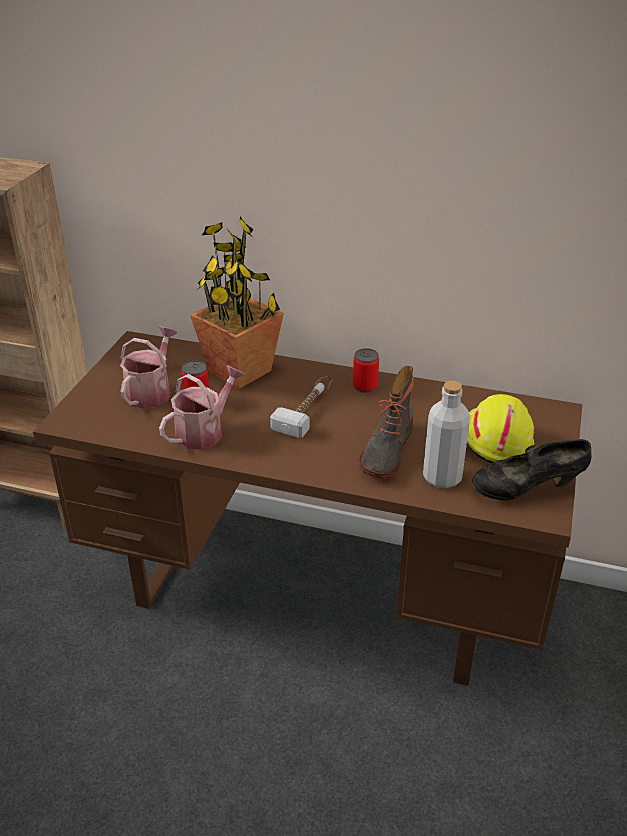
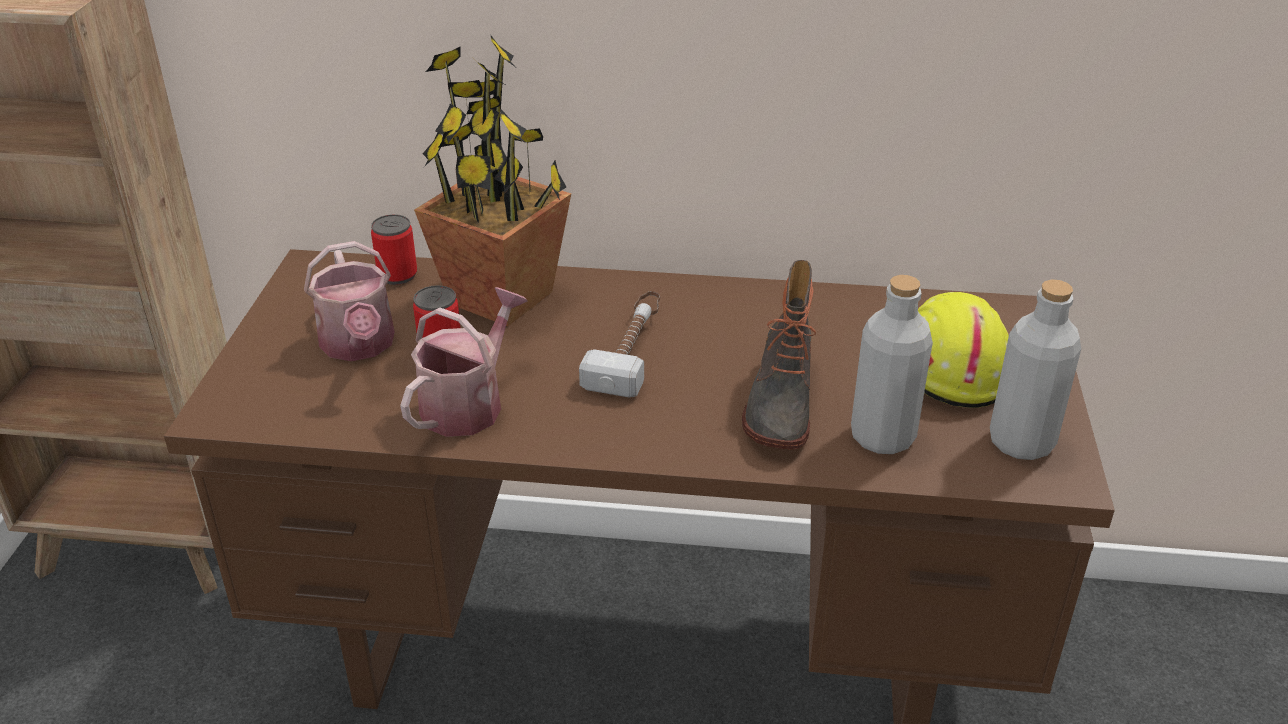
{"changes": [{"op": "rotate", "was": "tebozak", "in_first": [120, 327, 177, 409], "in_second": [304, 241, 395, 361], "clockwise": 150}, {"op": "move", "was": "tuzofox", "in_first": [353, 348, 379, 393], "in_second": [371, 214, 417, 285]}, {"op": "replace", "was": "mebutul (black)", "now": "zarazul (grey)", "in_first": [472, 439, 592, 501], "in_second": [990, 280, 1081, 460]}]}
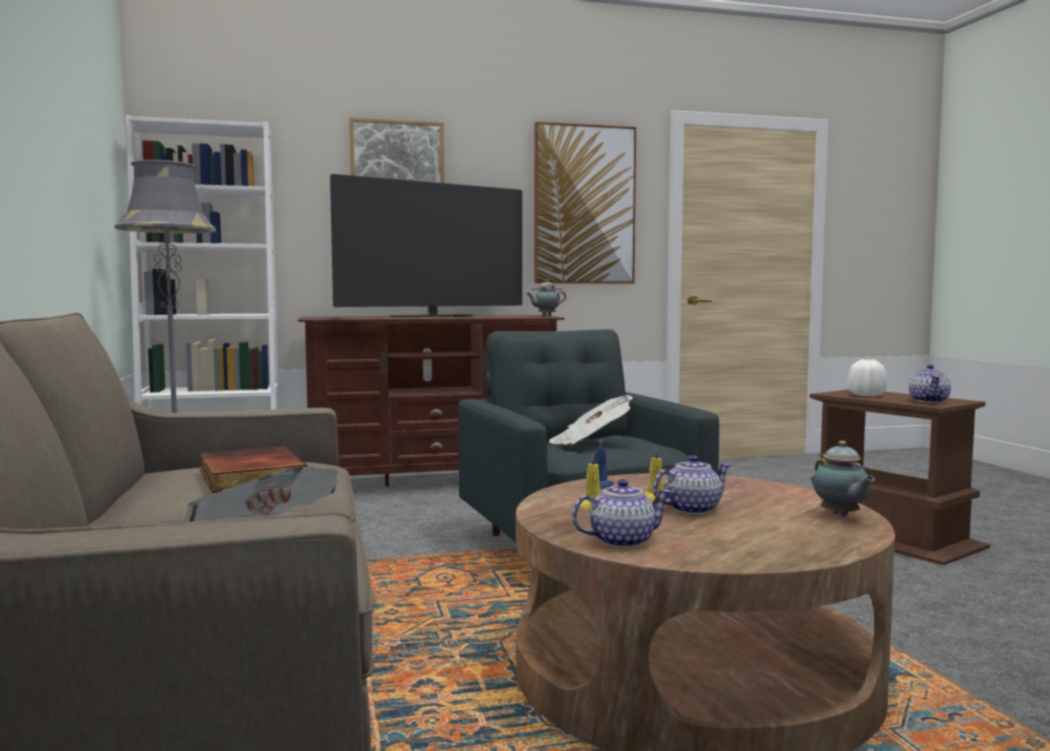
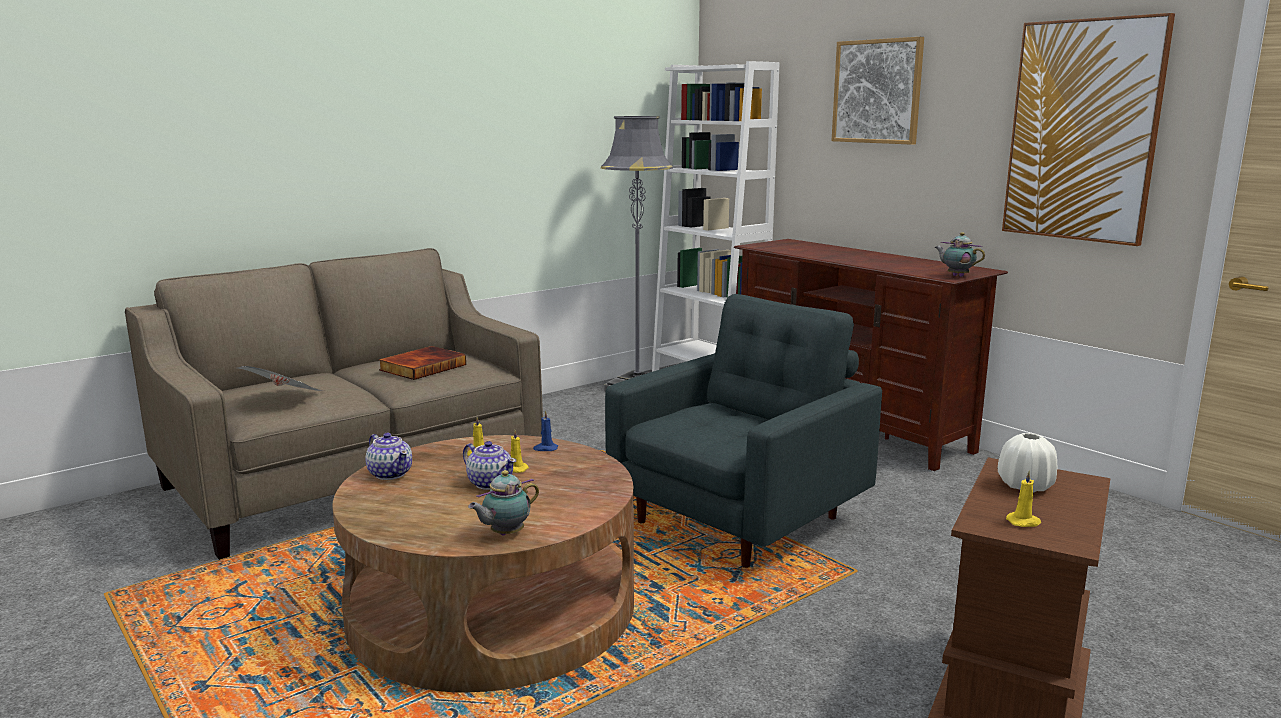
{"changes": [{"op": "delete", "was": "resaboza", "in_first": [330, 174, 522, 317]}, {"op": "delete", "was": "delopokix", "in_first": [549, 395, 633, 445]}, {"op": "replace", "was": "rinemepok", "now": "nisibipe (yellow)", "in_first": [909, 364, 951, 403], "in_second": [1006, 470, 1041, 527]}]}
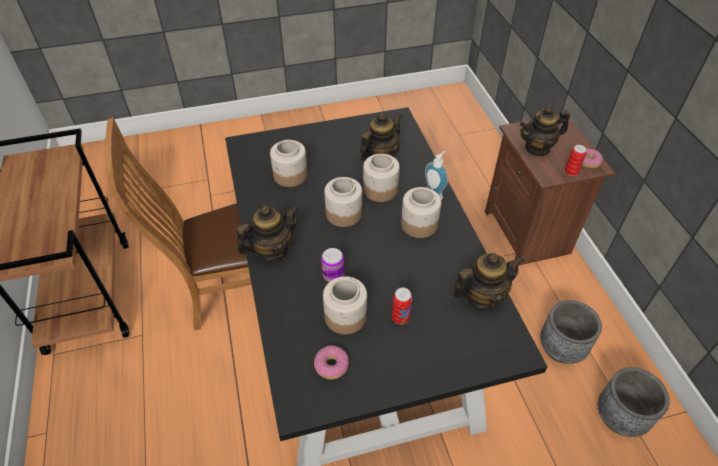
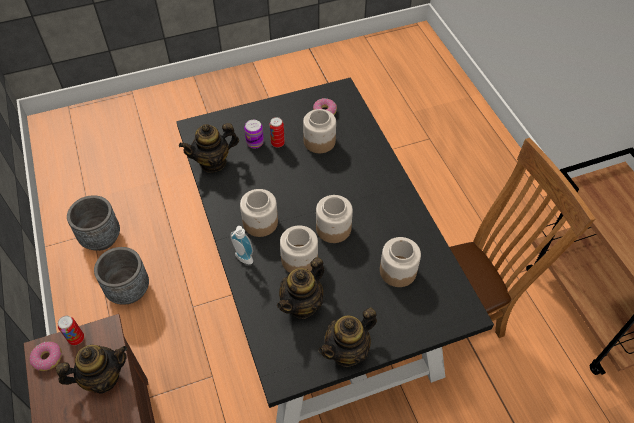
{"changes": [{"op": "move", "was": "rinemepok", "in_first": [236, 205, 299, 262], "in_second": [318, 307, 377, 367]}, {"op": "move", "was": "tuzofox", "in_first": [321, 248, 344, 282], "in_second": [244, 120, 264, 149]}]}
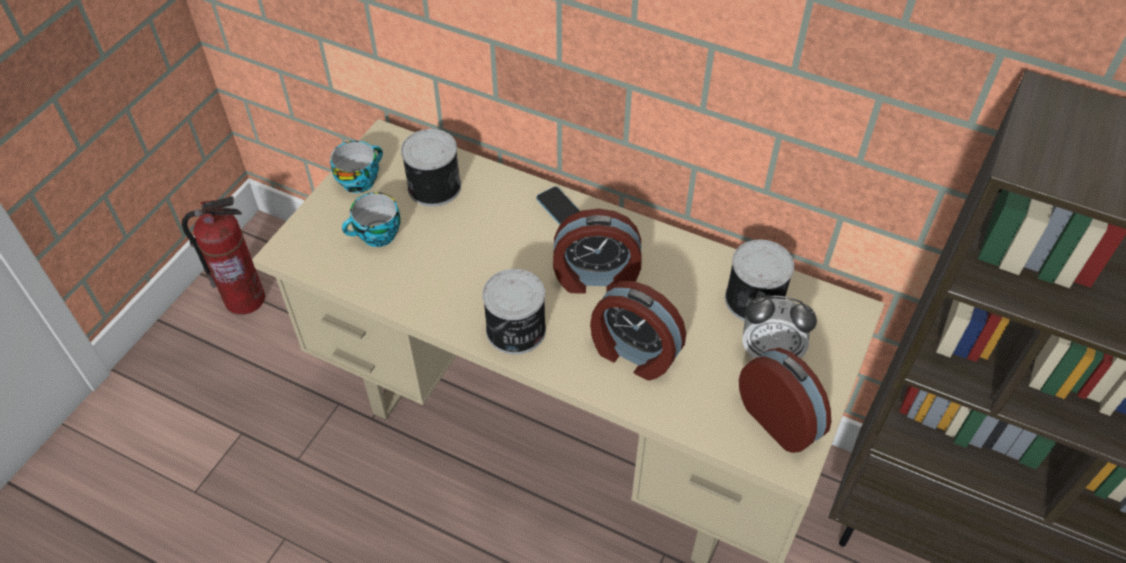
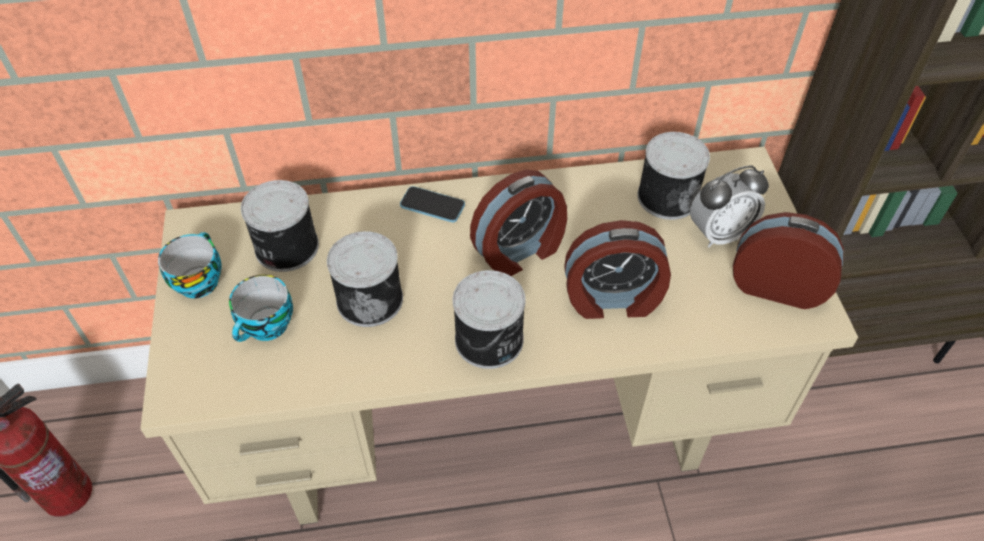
{"changes": [{"op": "insert", "now": "tuzofox", "in_second": [327, 231, 403, 327]}]}
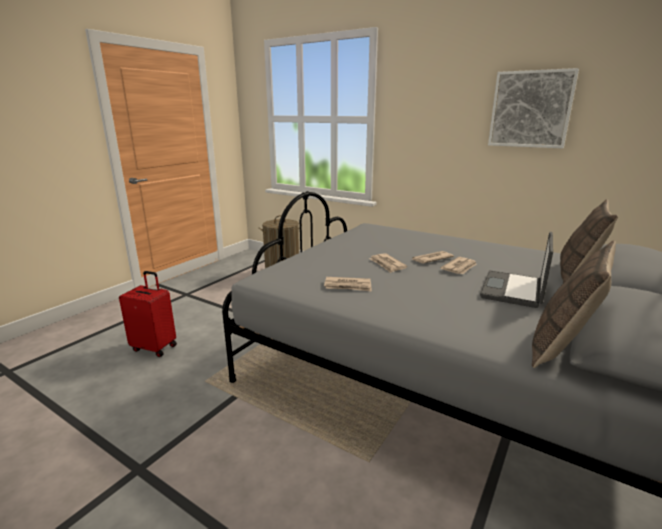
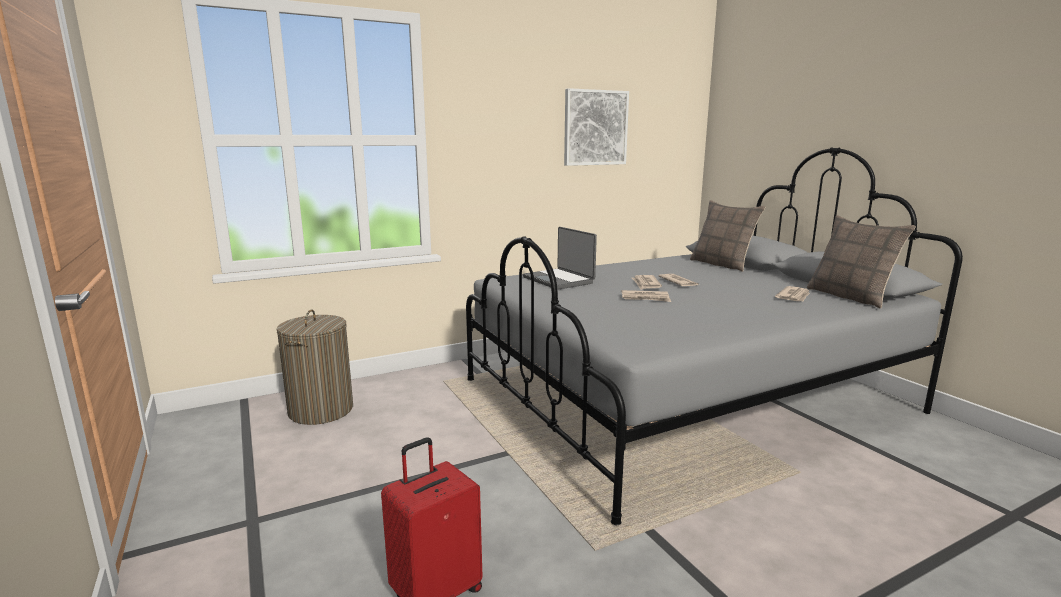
{"changes": [{"op": "move", "was": "delopokix", "in_first": [324, 277, 372, 292], "in_second": [775, 286, 810, 301]}, {"op": "move", "was": "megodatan", "in_first": [480, 232, 553, 308], "in_second": [523, 227, 597, 290]}]}
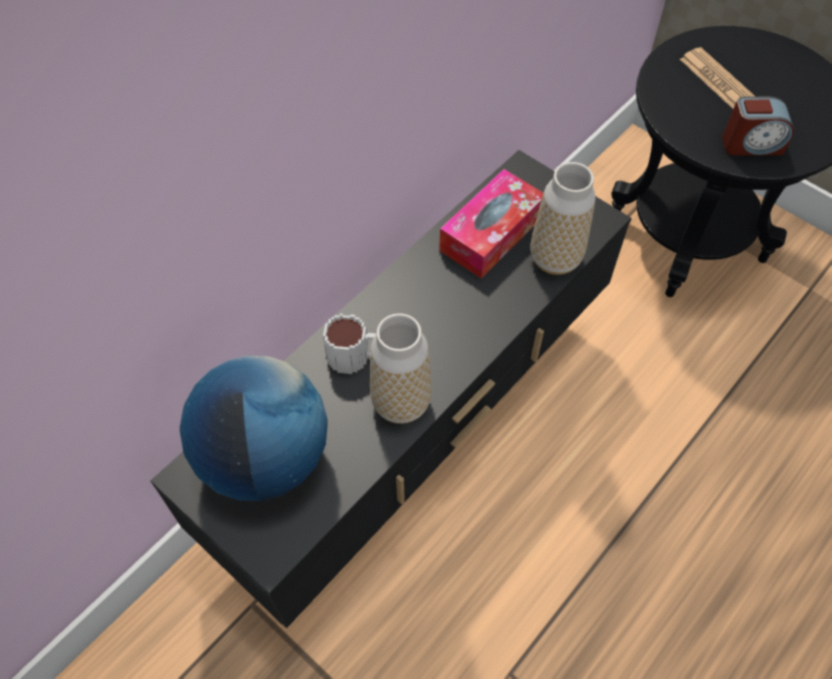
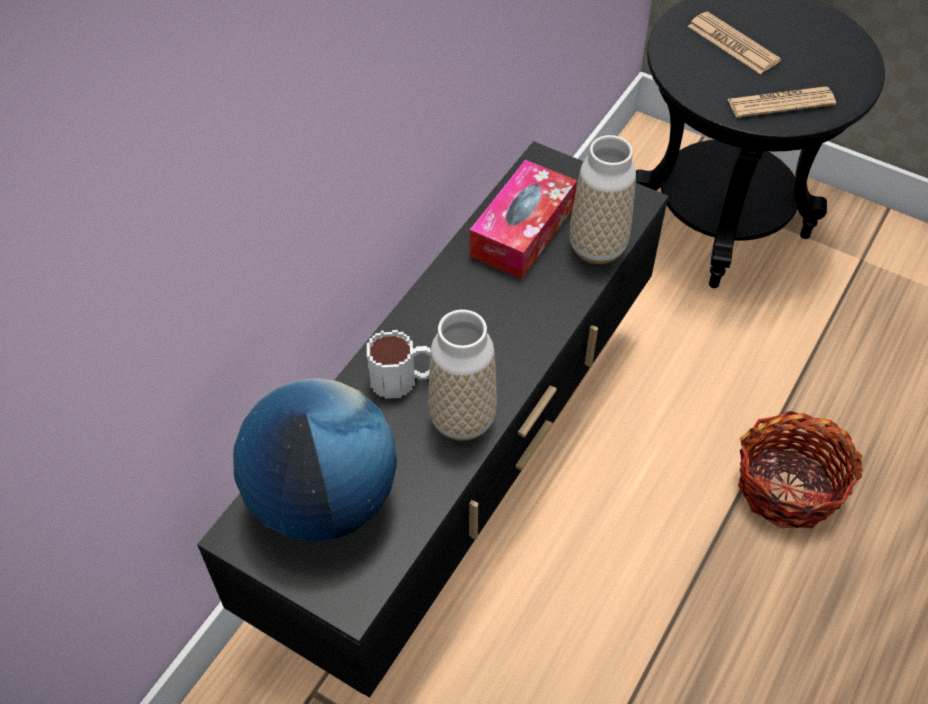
{"changes": [{"op": "replace", "was": "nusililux", "now": "delopokix", "in_first": [722, 96, 794, 156], "in_second": [728, 86, 836, 118]}, {"op": "insert", "now": "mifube", "in_second": [738, 411, 863, 528]}]}
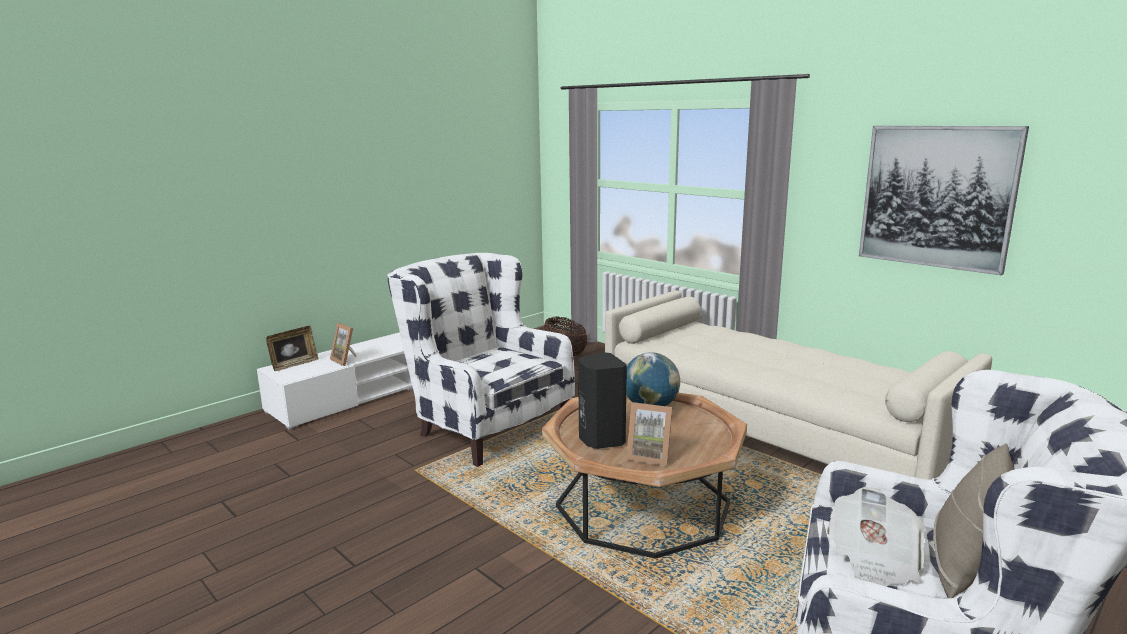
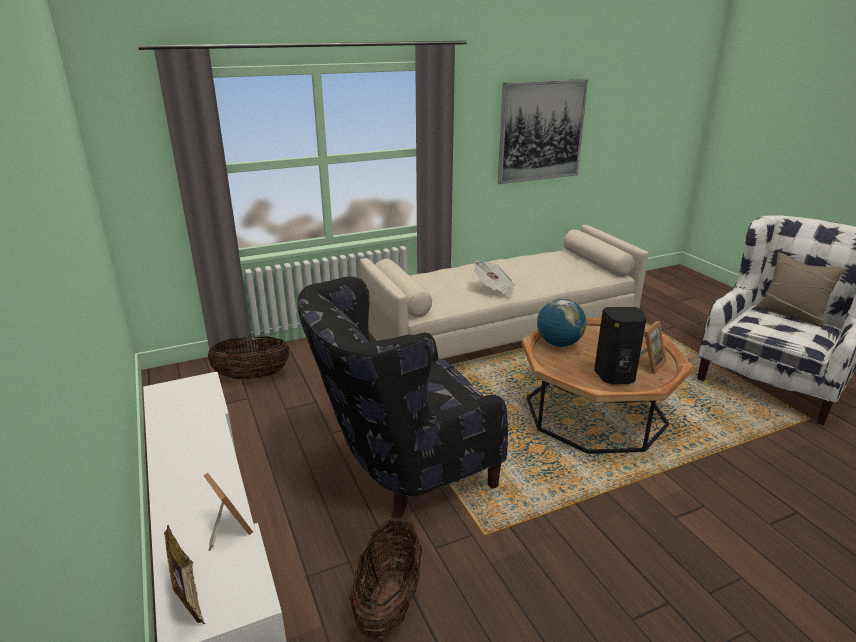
{"changes": [{"op": "rotate", "was": "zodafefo", "in_first": [330, 323, 357, 366], "in_second": [204, 473, 253, 551], "clockwise": -105}, {"op": "recolor", "was": "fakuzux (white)", "now": "fakuzux (black)", "in_first": [387, 253, 575, 467], "in_second": [297, 276, 508, 518]}, {"op": "move", "was": "delopokix", "in_first": [827, 487, 925, 587], "in_second": [474, 261, 515, 296]}, {"op": "insert", "now": "mifube", "in_second": [349, 518, 422, 640]}]}
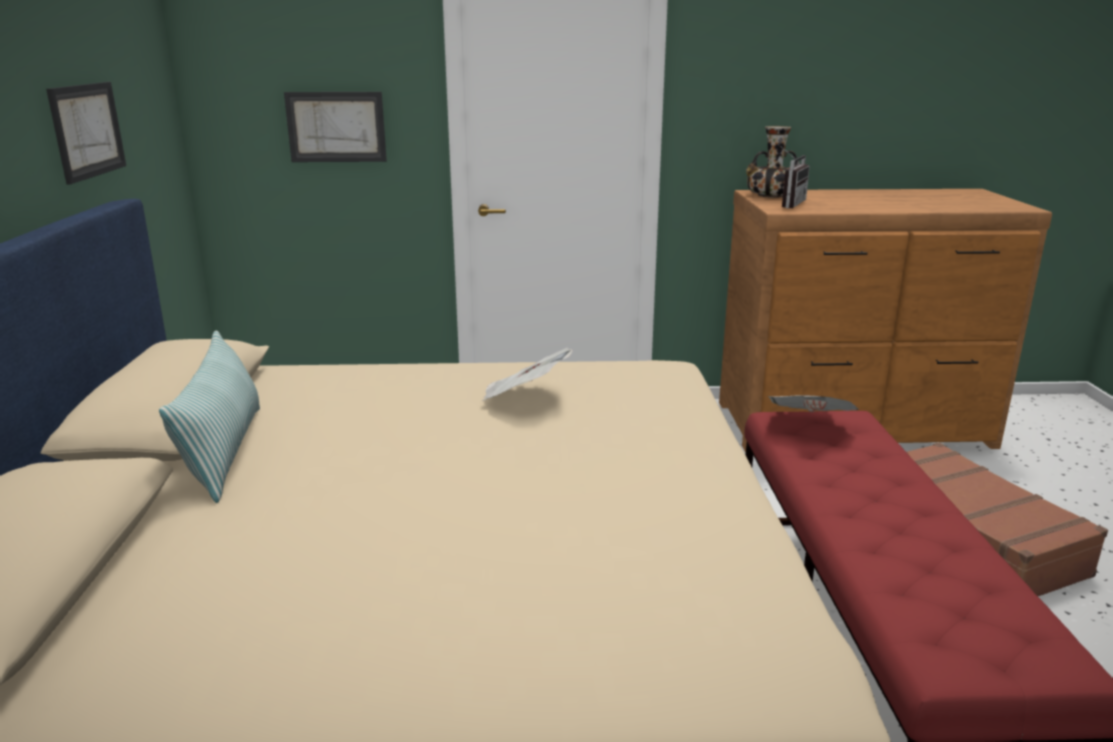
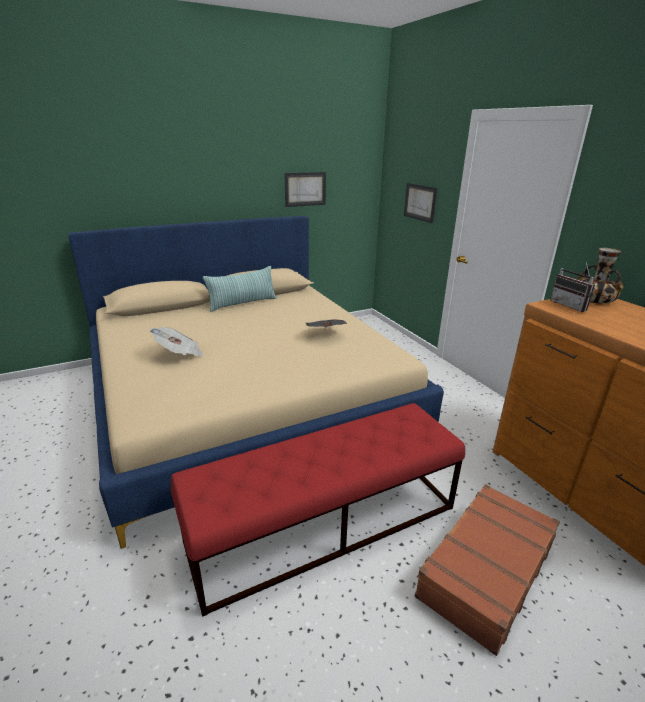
{"changes": [{"op": "move", "was": "delopokix", "in_first": [768, 396, 859, 412], "in_second": [149, 327, 204, 356]}, {"op": "rotate", "was": "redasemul", "in_first": [778, 144, 810, 208], "in_second": [550, 263, 595, 312], "clockwise": 60}]}
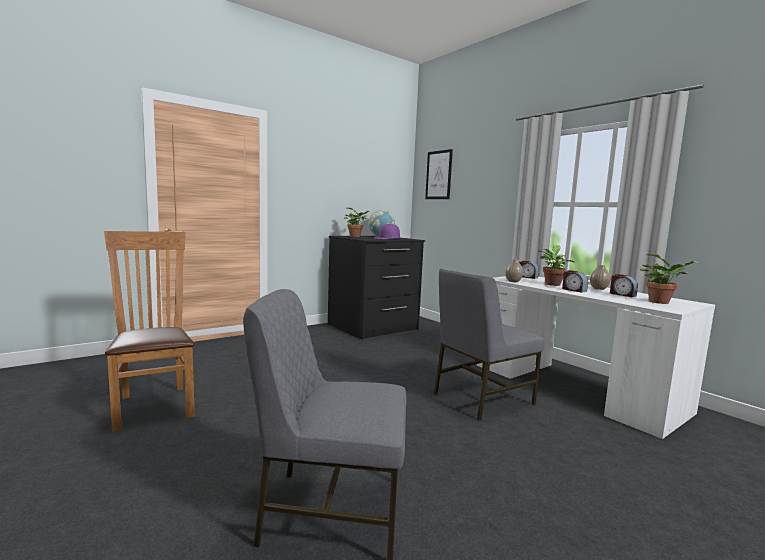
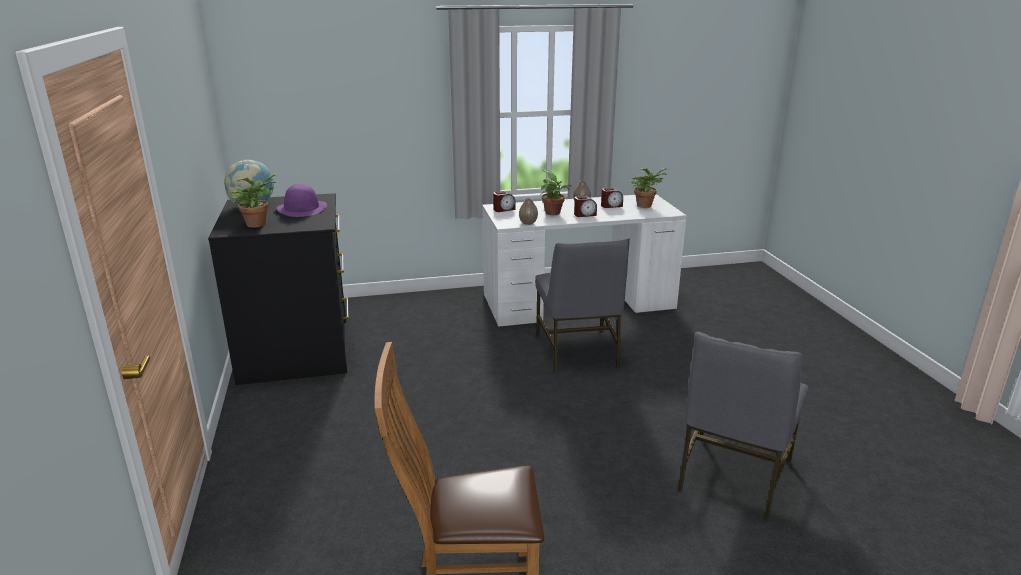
{"changes": [{"op": "delete", "was": "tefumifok", "in_first": [425, 149, 453, 199]}]}
